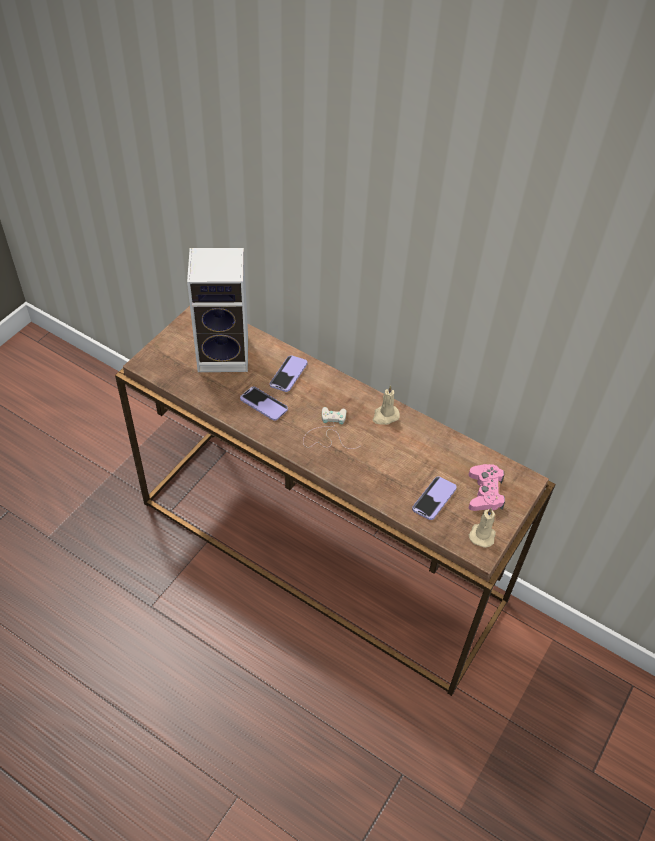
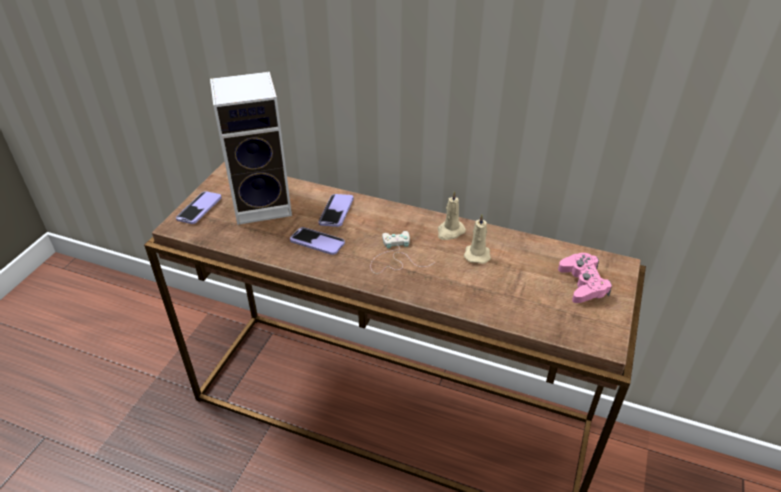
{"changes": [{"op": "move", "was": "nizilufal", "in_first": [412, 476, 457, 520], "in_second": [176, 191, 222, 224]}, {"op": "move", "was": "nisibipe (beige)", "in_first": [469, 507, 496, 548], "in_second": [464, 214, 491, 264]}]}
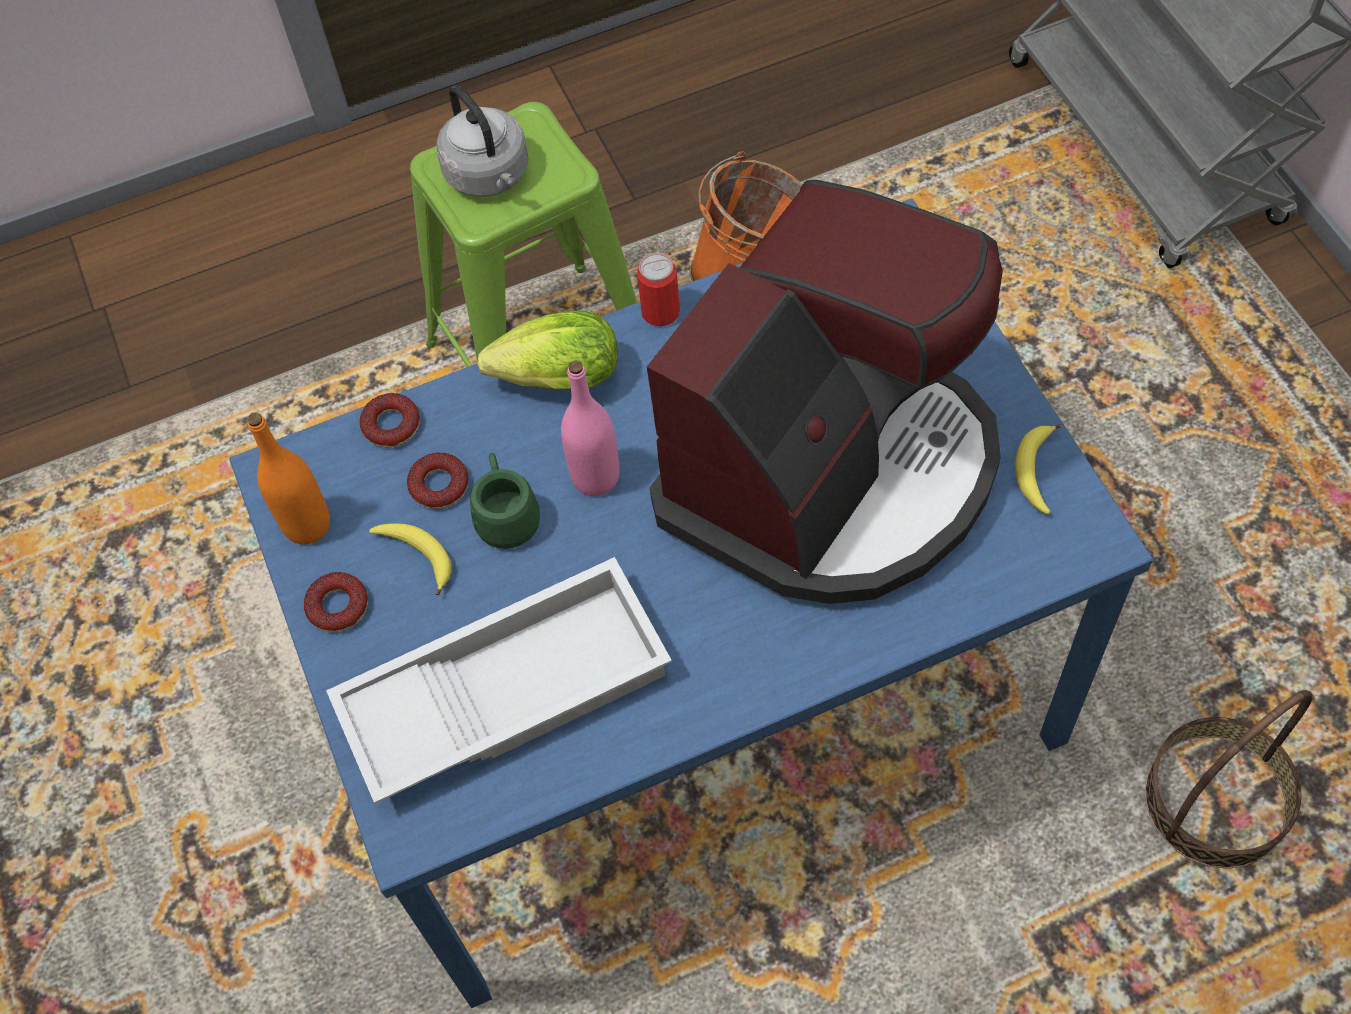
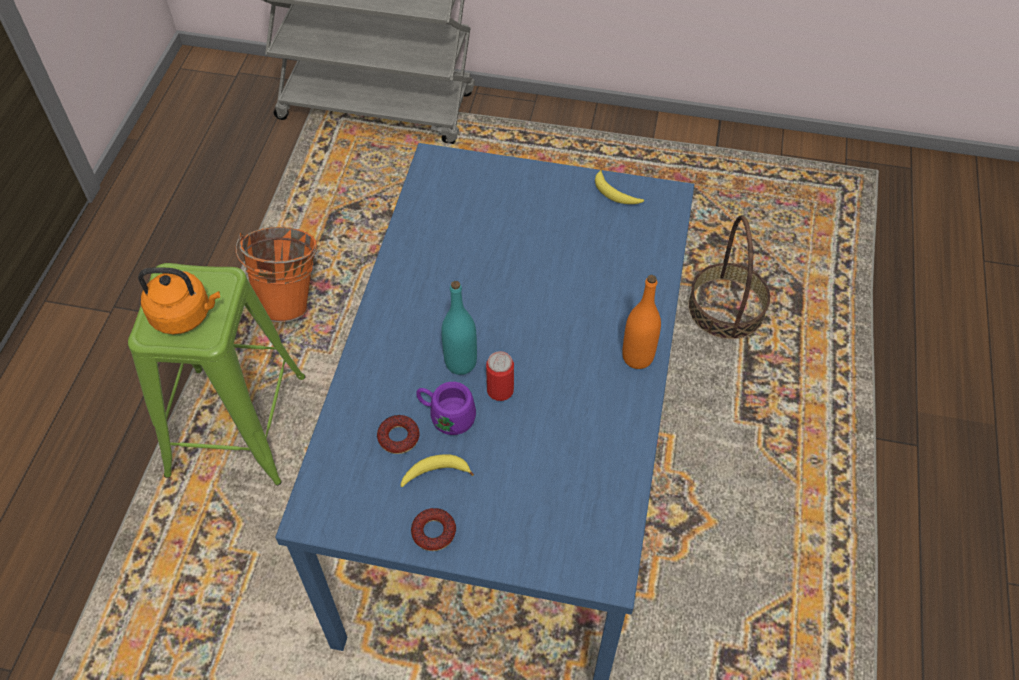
{"changes": [{"op": "move", "was": "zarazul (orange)", "in_first": [247, 413, 330, 544], "in_second": [622, 275, 661, 369]}, {"op": "delete", "was": "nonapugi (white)", "in_first": [326, 557, 672, 804]}, {"op": "delete", "was": "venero", "in_first": [360, 393, 420, 447]}, {"op": "recolor", "was": "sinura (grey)", "now": "sinura (orange)", "in_first": [436, 85, 528, 197], "in_second": [138, 267, 220, 334]}, {"op": "recolor", "was": "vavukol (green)", "now": "vavukol (purple)", "in_first": [470, 453, 540, 549], "in_second": [416, 382, 476, 435]}, {"op": "delete", "was": "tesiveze", "in_first": [477, 311, 618, 389]}, {"op": "recolor", "was": "zarazul (pink)", "now": "zarazul (turquoise)", "in_first": [561, 360, 619, 496], "in_second": [441, 281, 477, 375]}, {"op": "move", "was": "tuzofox", "in_first": [637, 253, 680, 326], "in_second": [486, 351, 514, 401]}, {"op": "delete", "was": "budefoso", "in_first": [647, 179, 1003, 604]}]}
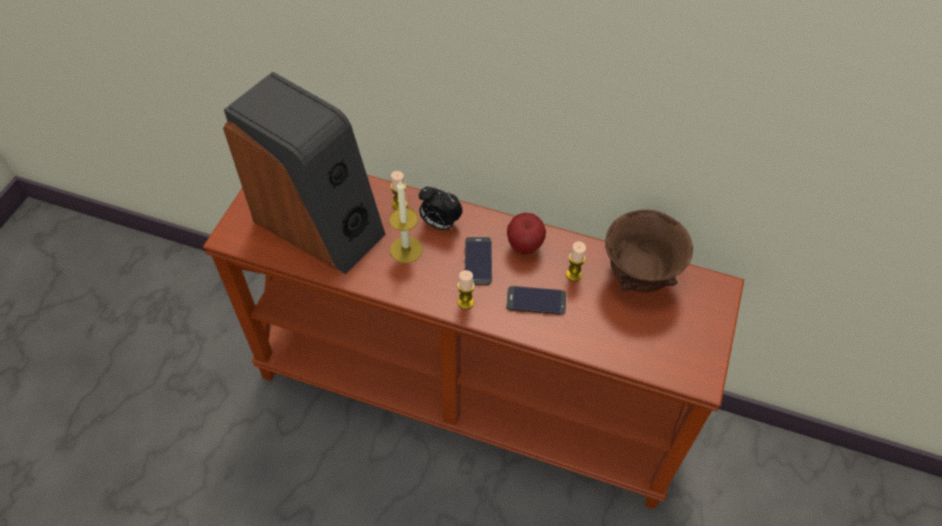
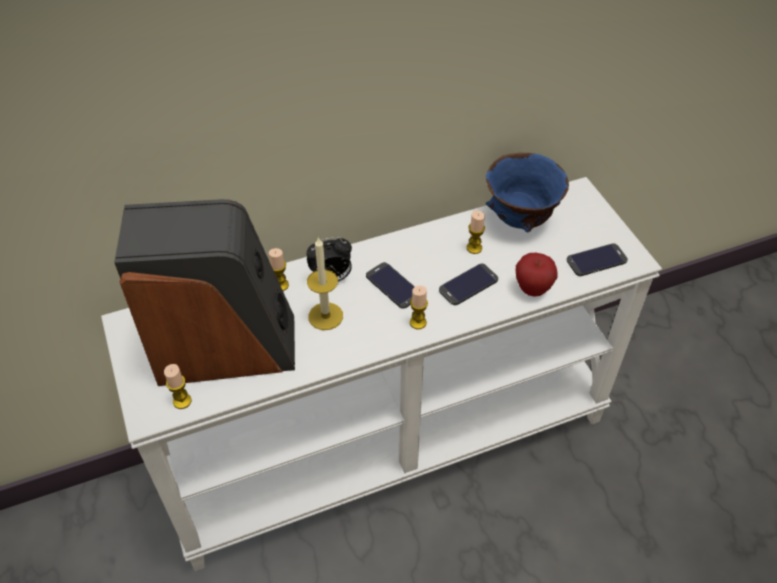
{"changes": [{"op": "recolor", "was": "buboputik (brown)", "now": "buboputik (white)", "in_first": [203, 175, 744, 509], "in_second": [101, 177, 662, 571]}, {"op": "move", "was": "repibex", "in_first": [507, 213, 546, 255], "in_second": [516, 253, 557, 297]}, {"op": "recolor", "was": "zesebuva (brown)", "now": "zesebuva (blue)", "in_first": [605, 210, 693, 292], "in_second": [486, 153, 569, 232]}, {"op": "insert", "now": "nisibipe", "in_second": [164, 364, 192, 409]}, {"op": "insert", "now": "nizilufal", "in_second": [567, 243, 628, 276]}]}
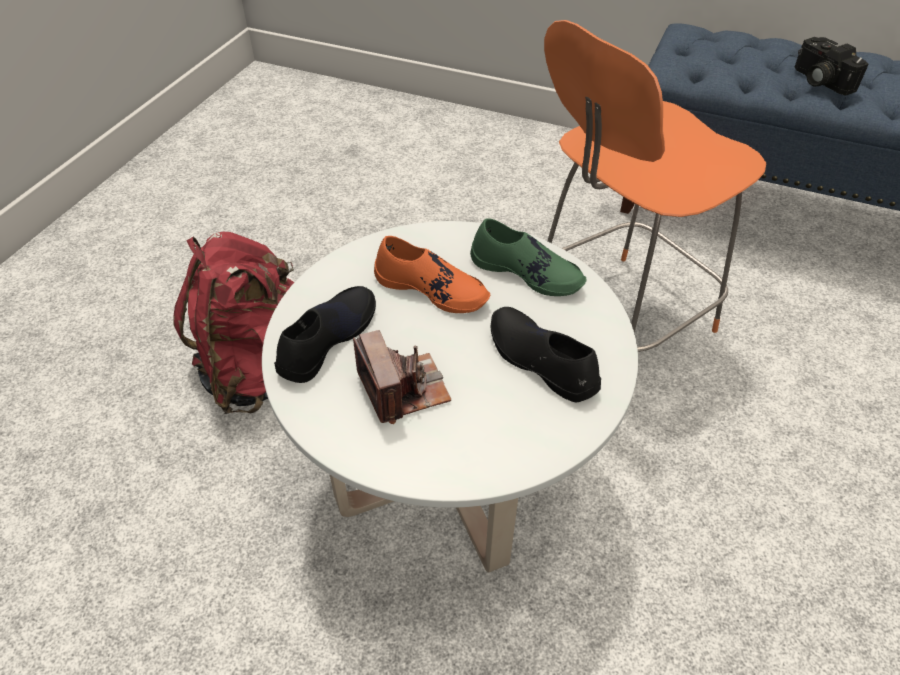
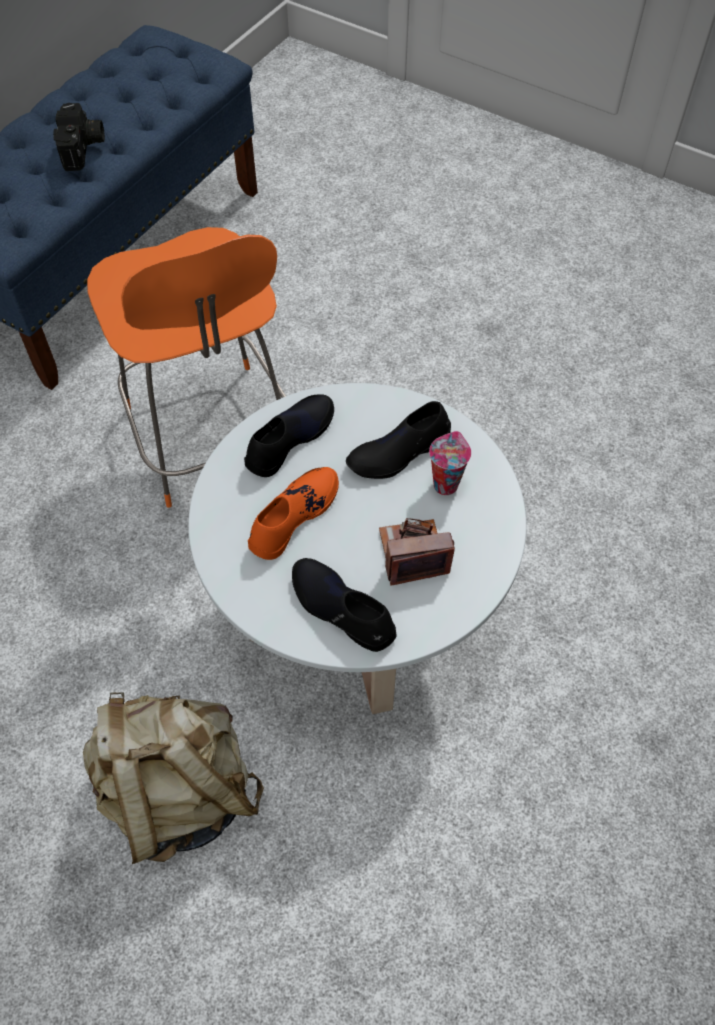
{"changes": [{"op": "recolor", "was": "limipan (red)", "now": "limipan (beige)", "in_first": [173, 232, 294, 414], "in_second": [83, 692, 264, 864]}, {"op": "recolor", "was": "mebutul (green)", "now": "mebutul (black)", "in_first": [470, 218, 587, 296], "in_second": [244, 394, 334, 477]}, {"op": "rotate", "was": "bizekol", "in_first": [795, 37, 868, 96], "in_second": [53, 103, 105, 171], "clockwise": -75}, {"op": "insert", "now": "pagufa", "in_second": [429, 431, 471, 495]}]}
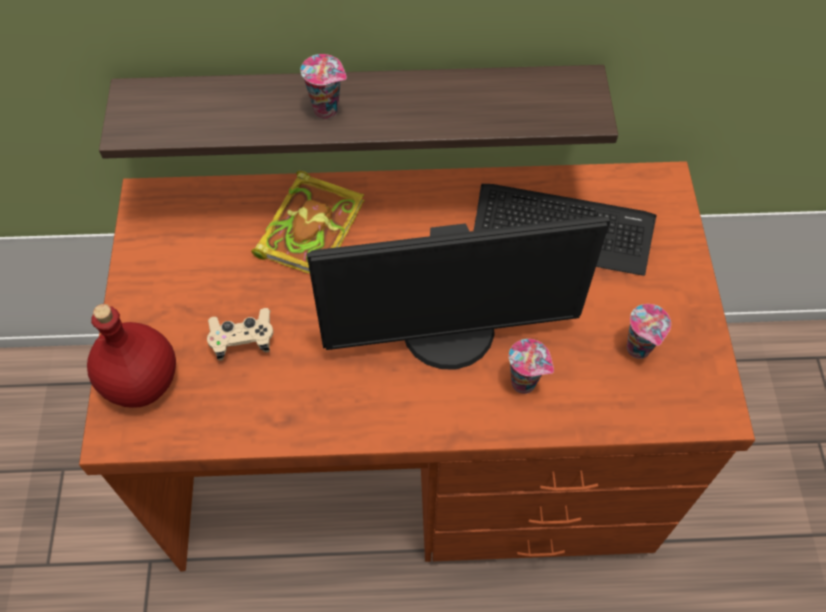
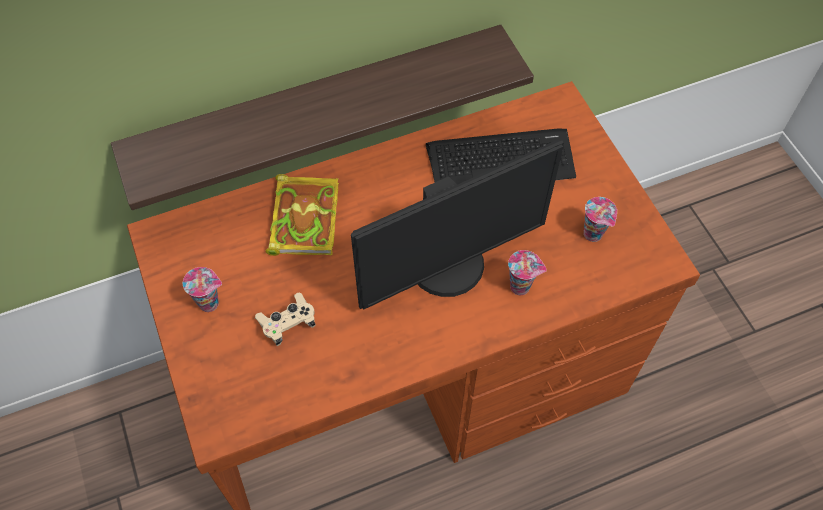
{"changes": [{"op": "delete", "was": "zarazul (red)", "in_first": [87, 304, 176, 408]}, {"op": "move", "was": "pagufa", "in_first": [300, 54, 347, 119], "in_second": [183, 267, 222, 312]}]}
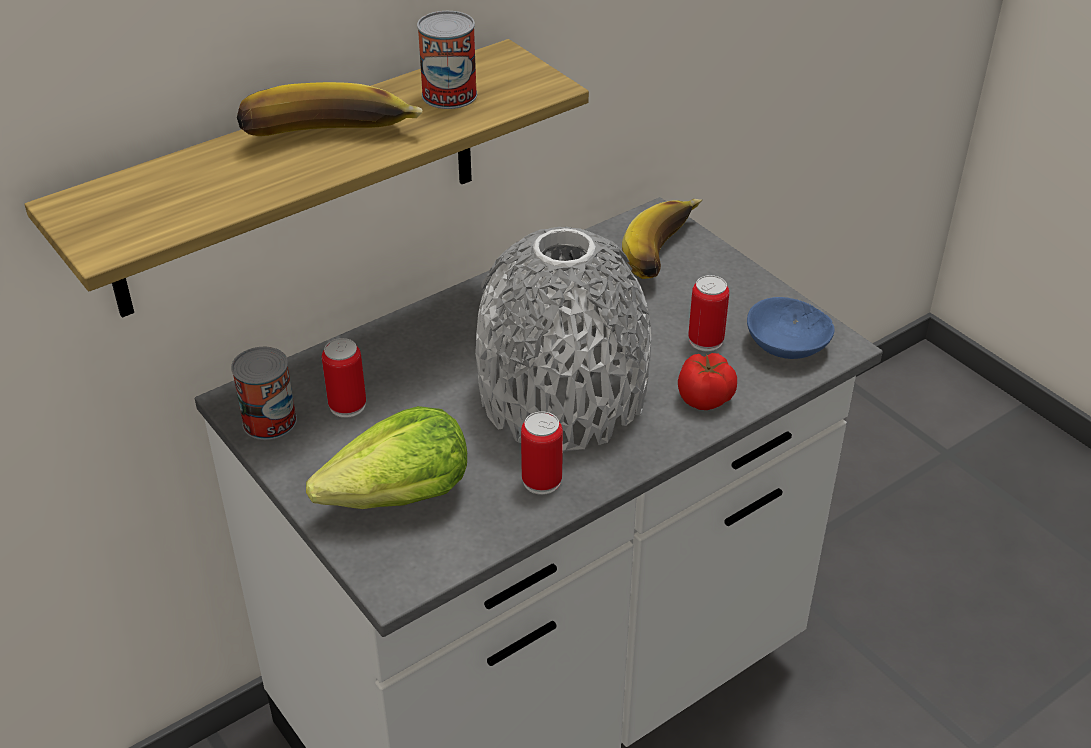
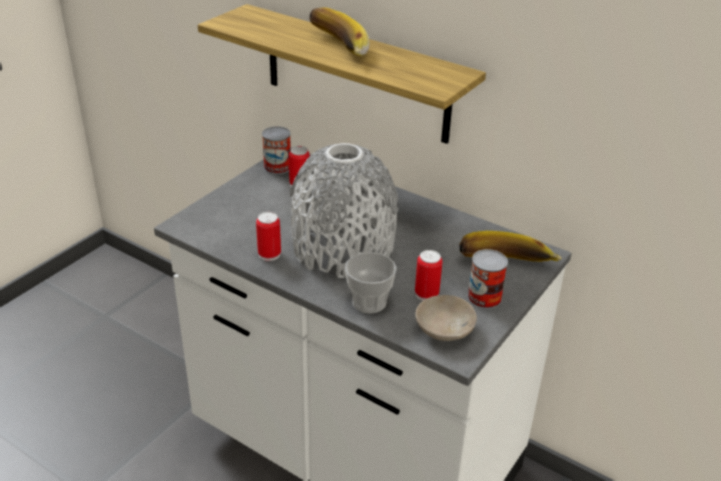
{"changes": [{"op": "delete", "was": "tesiveze", "in_first": [306, 406, 467, 509]}, {"op": "move", "was": "tuzofox", "in_first": [417, 11, 477, 109], "in_second": [467, 249, 508, 309]}, {"op": "replace", "was": "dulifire", "now": "pagufa", "in_first": [678, 353, 737, 410], "in_second": [345, 252, 397, 313]}, {"op": "recolor", "was": "zesebuva (blue)", "now": "zesebuva (beige)", "in_first": [747, 297, 835, 359], "in_second": [415, 295, 477, 341]}]}
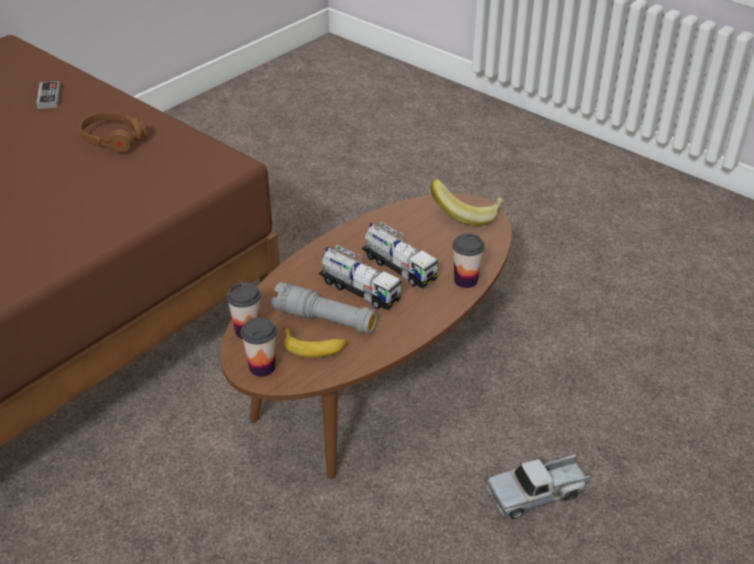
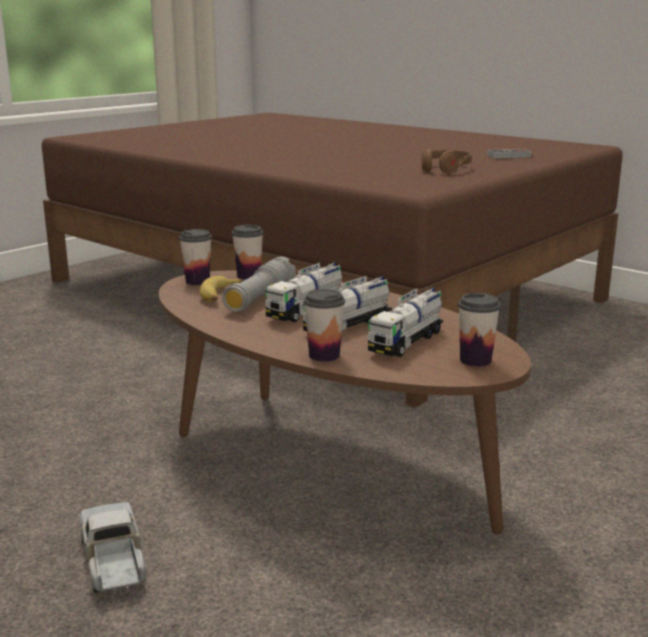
{"changes": [{"op": "replace", "was": "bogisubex", "now": "pagufa", "in_first": [430, 179, 504, 226], "in_second": [458, 293, 501, 367]}, {"op": "insert", "now": "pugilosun", "in_second": [368, 287, 443, 357]}]}
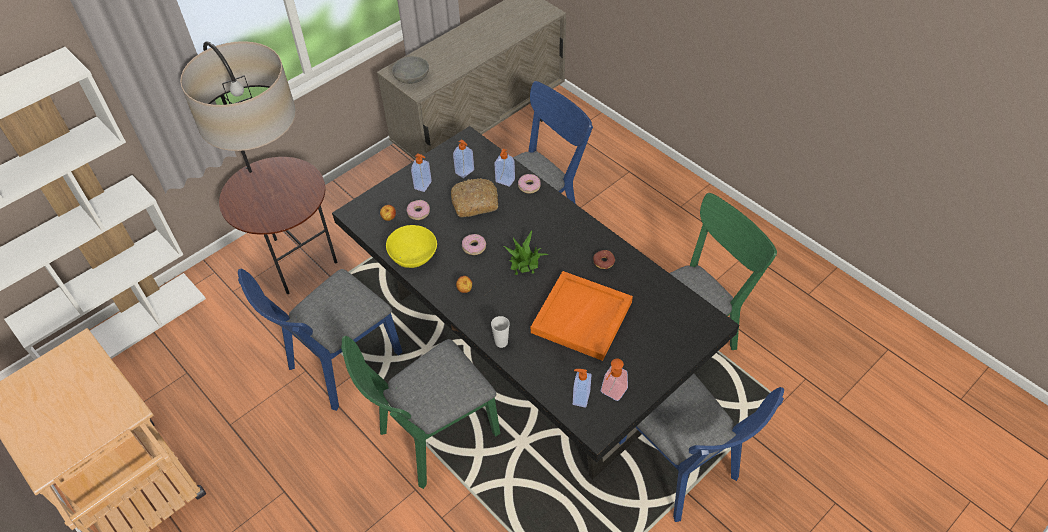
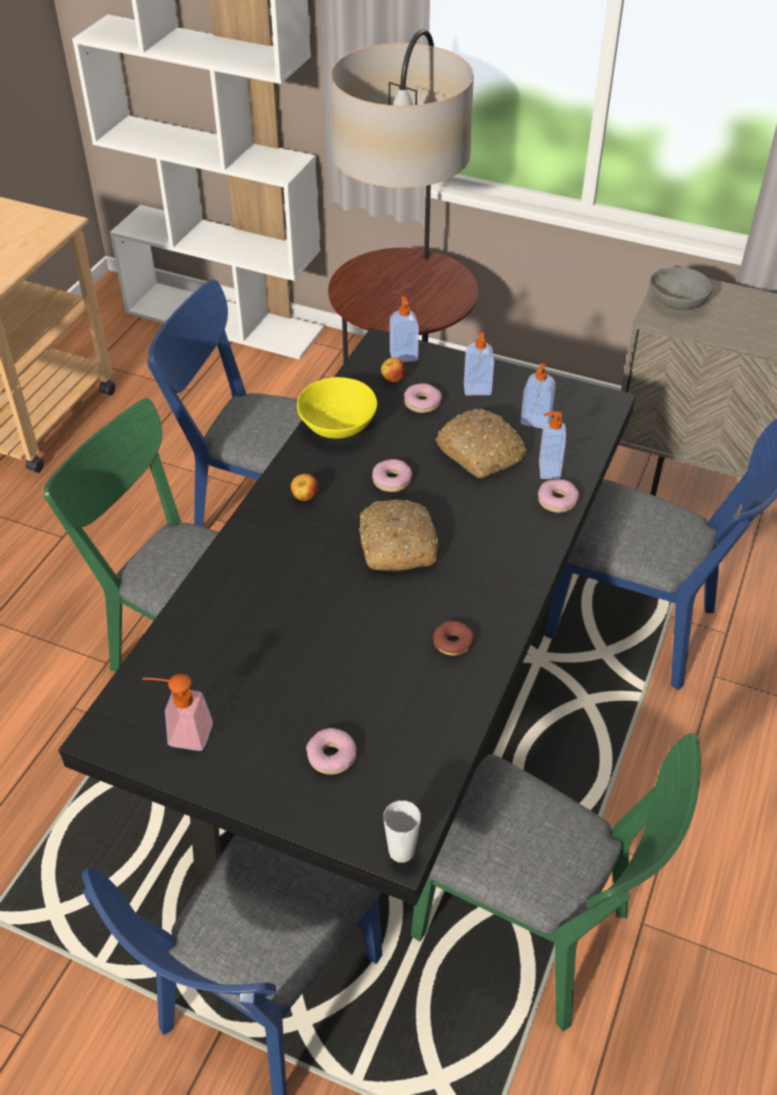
{"changes": [{"op": "move", "was": "pagufa", "in_first": [491, 316, 510, 348], "in_second": [383, 800, 421, 863]}, {"op": "replace", "was": "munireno", "now": "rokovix", "in_first": [504, 230, 549, 275], "in_second": [359, 500, 439, 571]}, {"op": "delete", "was": "nonapugi (orange)", "in_first": [531, 271, 633, 361]}, {"op": "move", "was": "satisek", "in_first": [573, 369, 592, 408], "in_second": [390, 296, 419, 362]}, {"op": "insert", "now": "venero", "in_second": [306, 728, 357, 775]}]}
